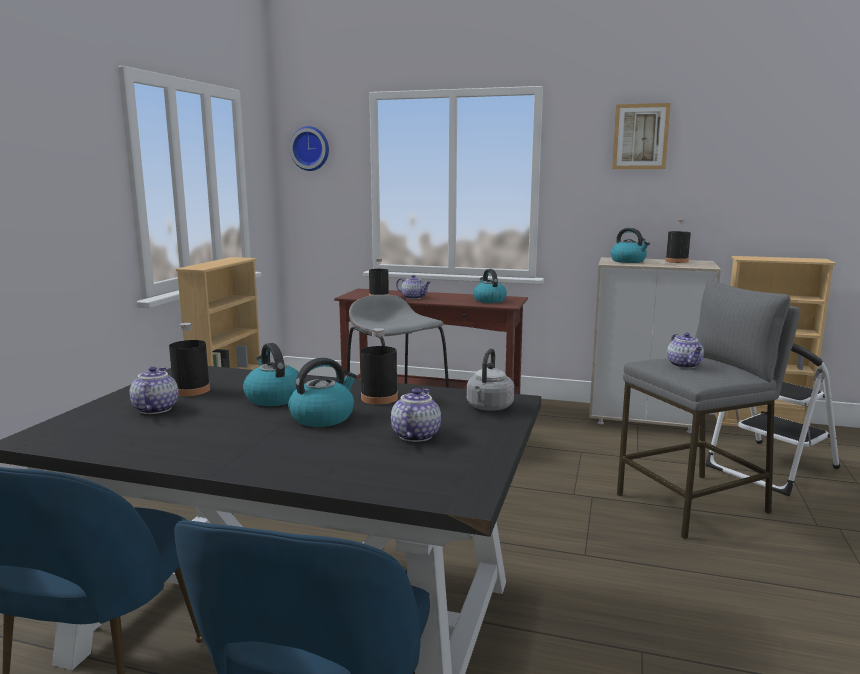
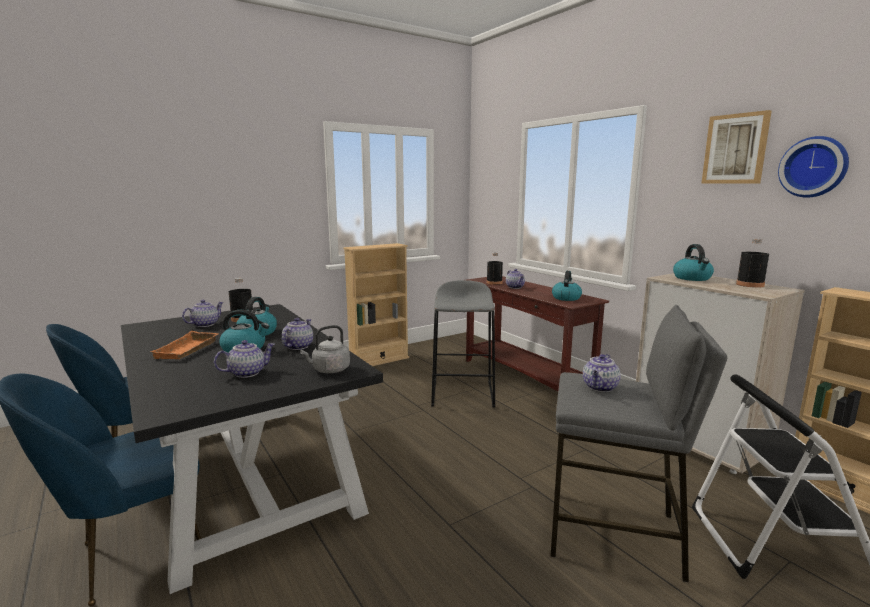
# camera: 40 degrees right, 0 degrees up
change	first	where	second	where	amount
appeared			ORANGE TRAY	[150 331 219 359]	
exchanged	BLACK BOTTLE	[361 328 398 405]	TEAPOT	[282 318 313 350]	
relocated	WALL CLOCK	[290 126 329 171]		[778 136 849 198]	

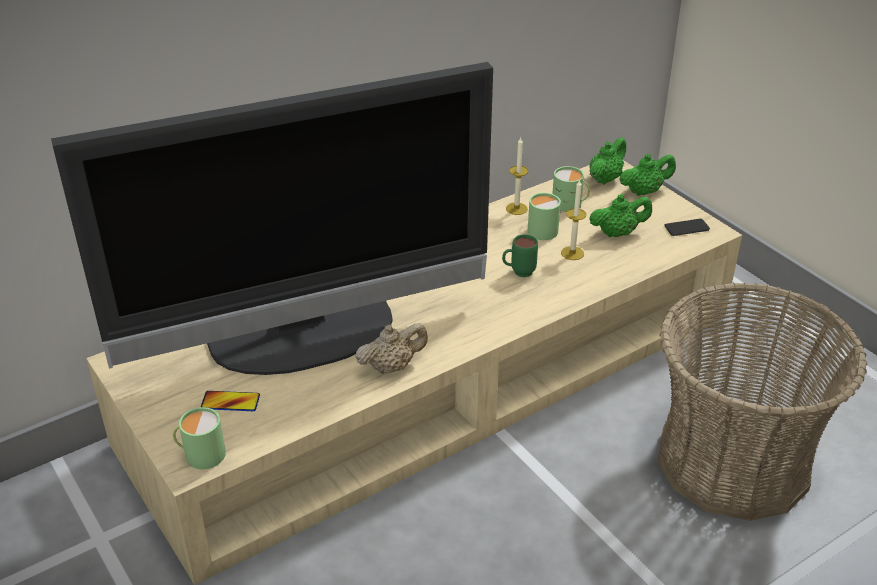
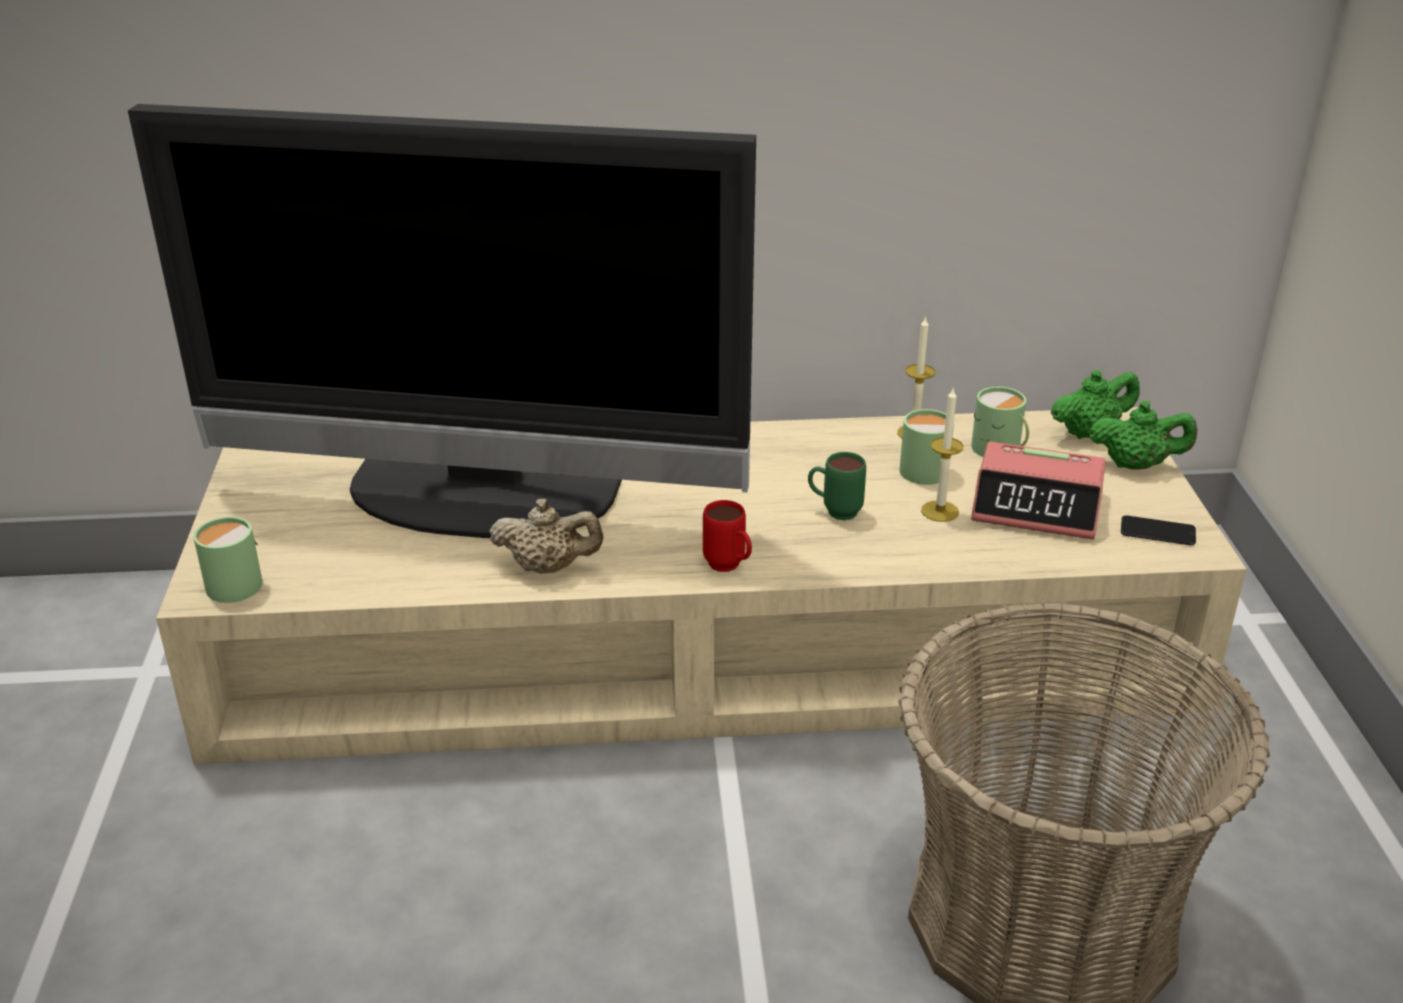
# camera: 30 degrees right, 5 degrees down
change	first	where	second	where	amount
appeared			RED MUG	[703 500 752 572]	
exchanged	GREEN TEAPOT	[589 194 652 237]	ALARM CLOCK	[971 442 1106 540]	
missing	PHONE	[201 391 260 411]			

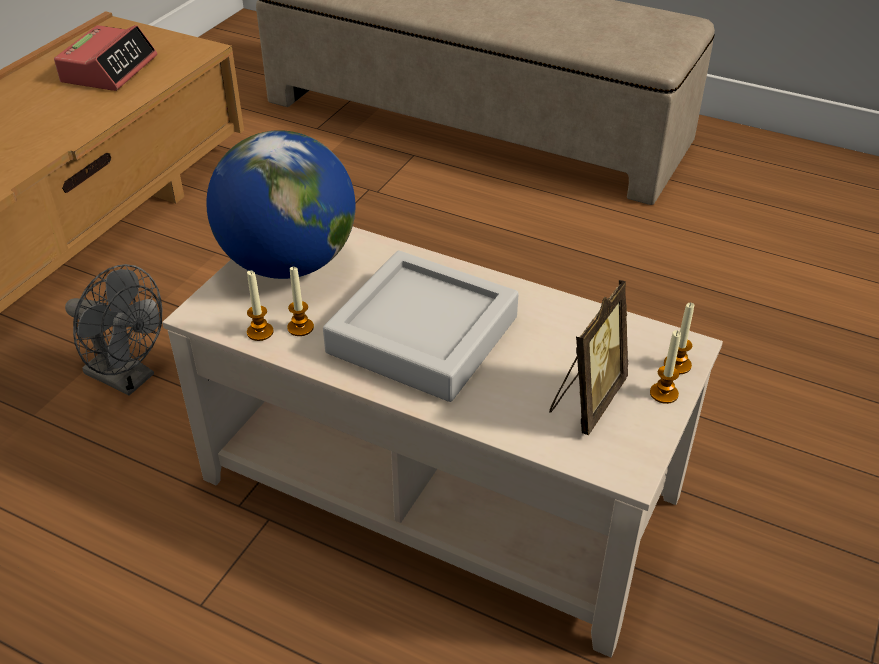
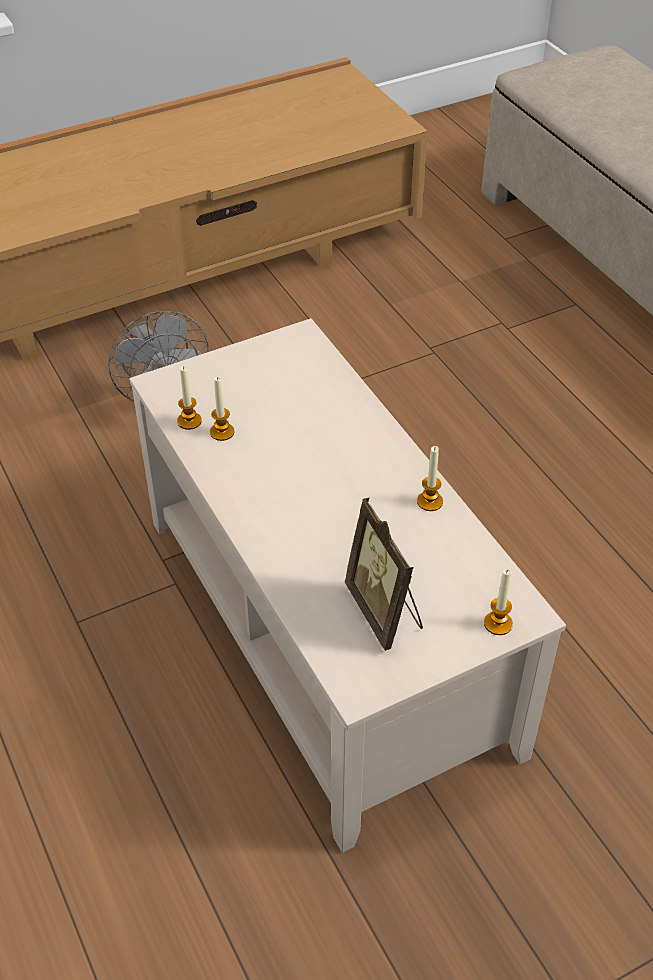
# camera: 35 degrees right, 5 degrees up
change	first	where	second	where	amount
spun	PICTURE FRAME	[549 280 628 435]		[344 498 423 651]	90 degrees clockwise
relocated	CANDLE	[650 330 681 404]		[417 446 443 511]	
missing	ALARM CLOCK	[54 25 157 91]			
missing	GLOBE	[206 130 355 279]			
missing	GREY TRAY	[323 250 519 402]			

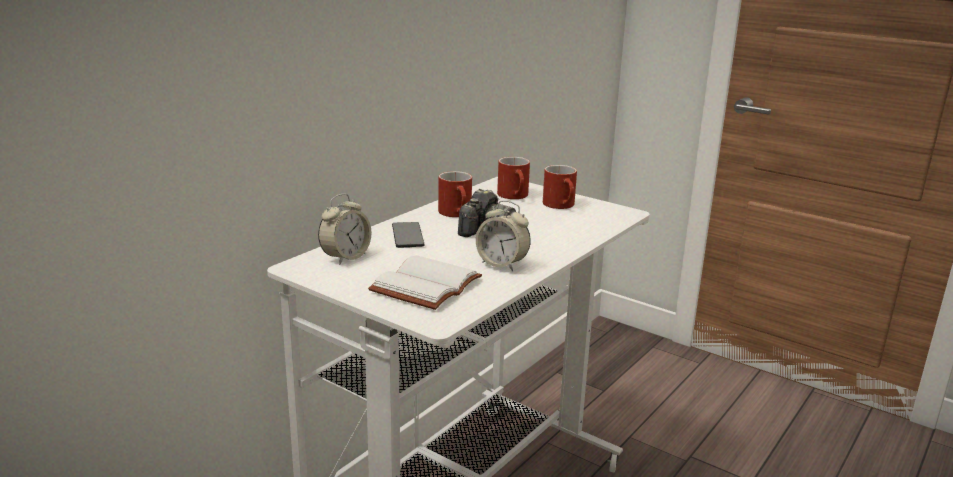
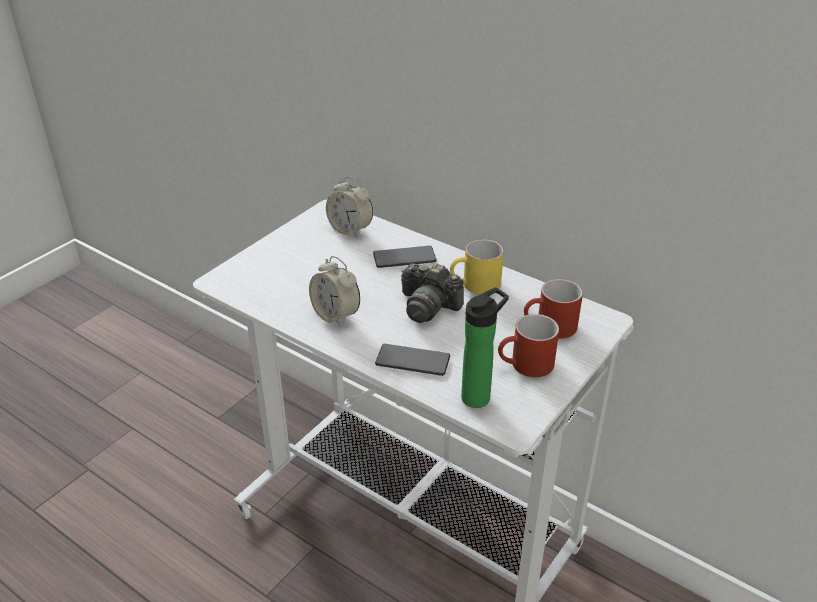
# camera: 90 degrees right, 15 degrees up
change	first	where	second	where	amount
spun	ALARM CLOCK	[476 200 531 271]		[309 256 360 327]	75 degrees counterclockwise
appeared			PHONE	[375 344 450 376]	
colour	RED MUG	[438 171 472 217]	YELLOW MUG	[450 239 504 295]	
appeared			BOTTLE	[461 287 509 408]	
missing	WHITE BOOK	[368 255 482 310]			

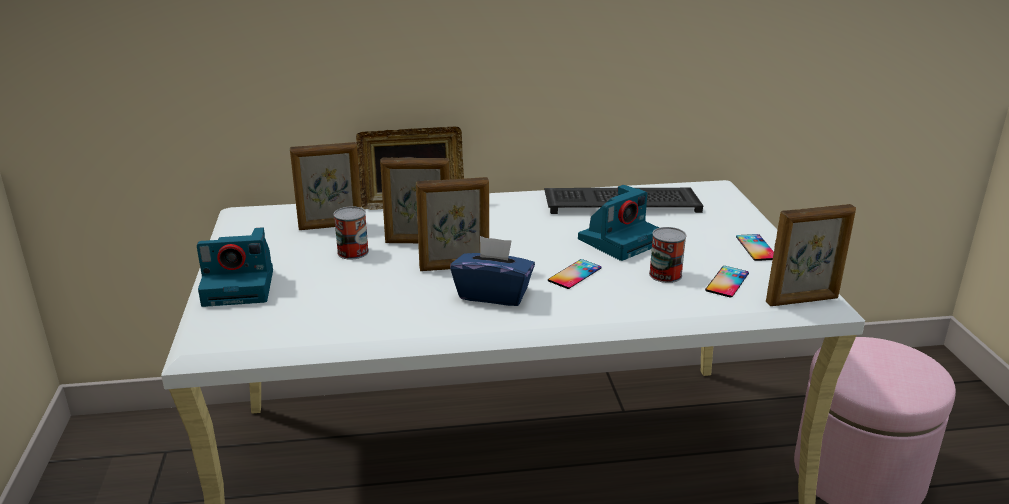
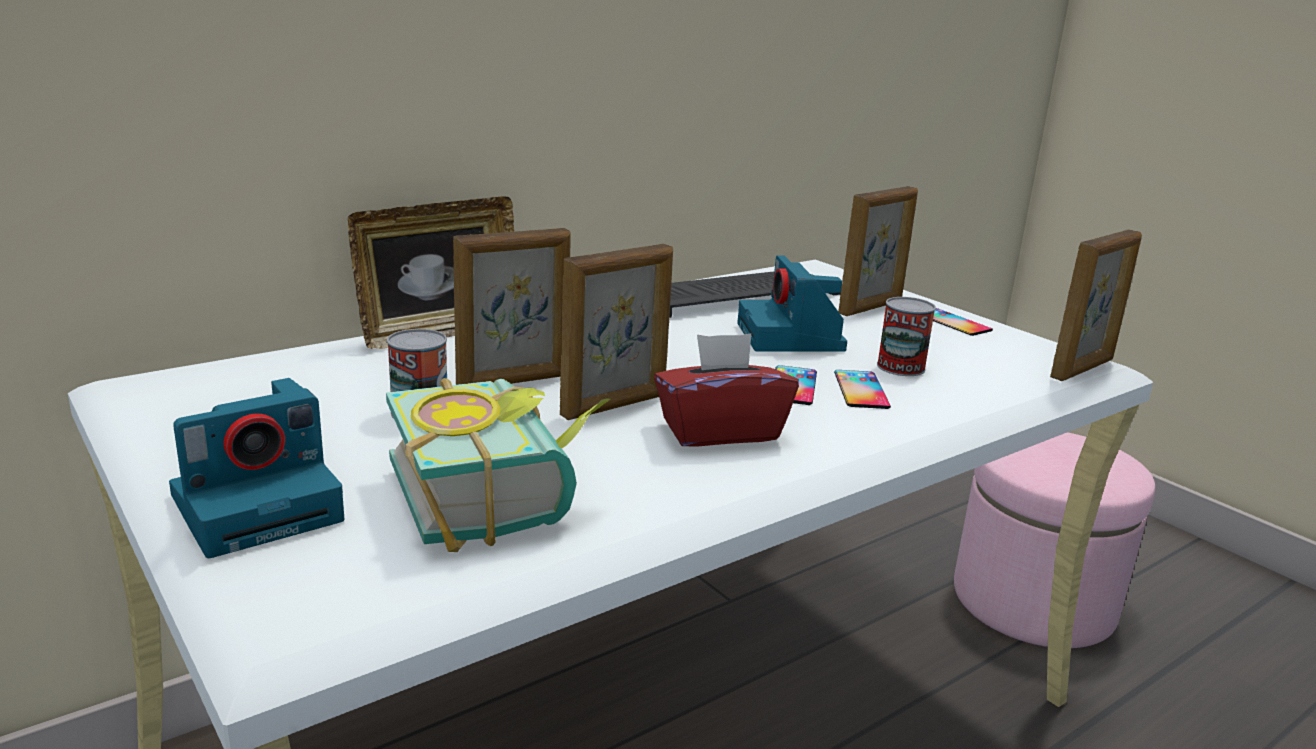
# camera: 30 degrees left, 5 degrees down
change	first	where	second	where	amount
appeared			BOOK	[386 378 610 552]	
colour	BLUE TISSUE BOX	[450 236 535 306]	RED TISSUE BOX	[654 333 799 446]	
spun	PHOTO CAMERA	[578 185 659 261]		[737 255 847 352]	150 degrees clockwise
relocated	PHONE	[705 266 749 298]		[834 370 891 409]	
relocated	PICTURE FRAME	[290 142 362 230]		[838 186 918 316]	

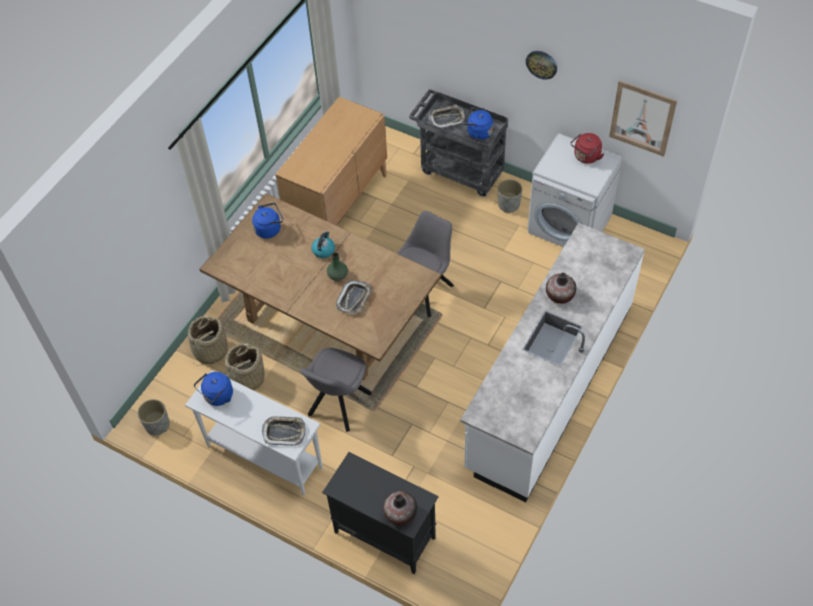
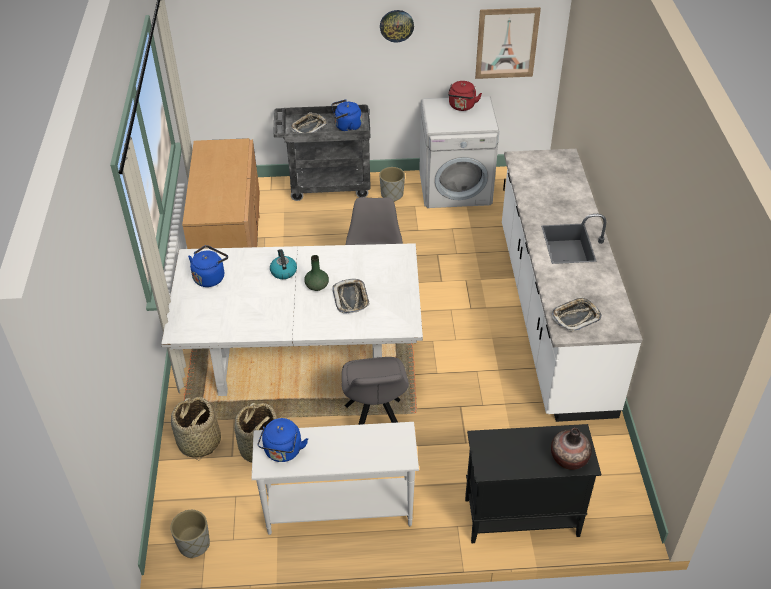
# camera: 35 degrees left, 10 degrees down
change	first	where	second	where	amount
colour	BROWN DINING TABLE	[199 193 441 380]	WHITE DINING TABLE	[161 243 423 396]	
relocated	TRAY	[262 416 306 446]		[552 297 602 332]	
missing	VASE	[546 273 576 304]			

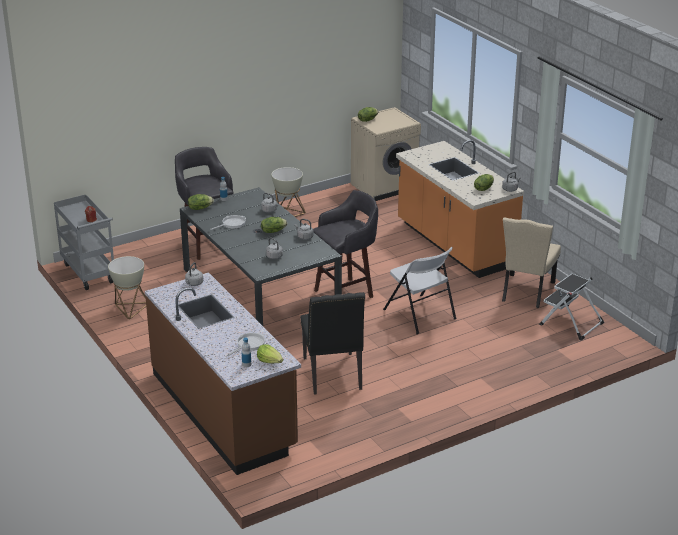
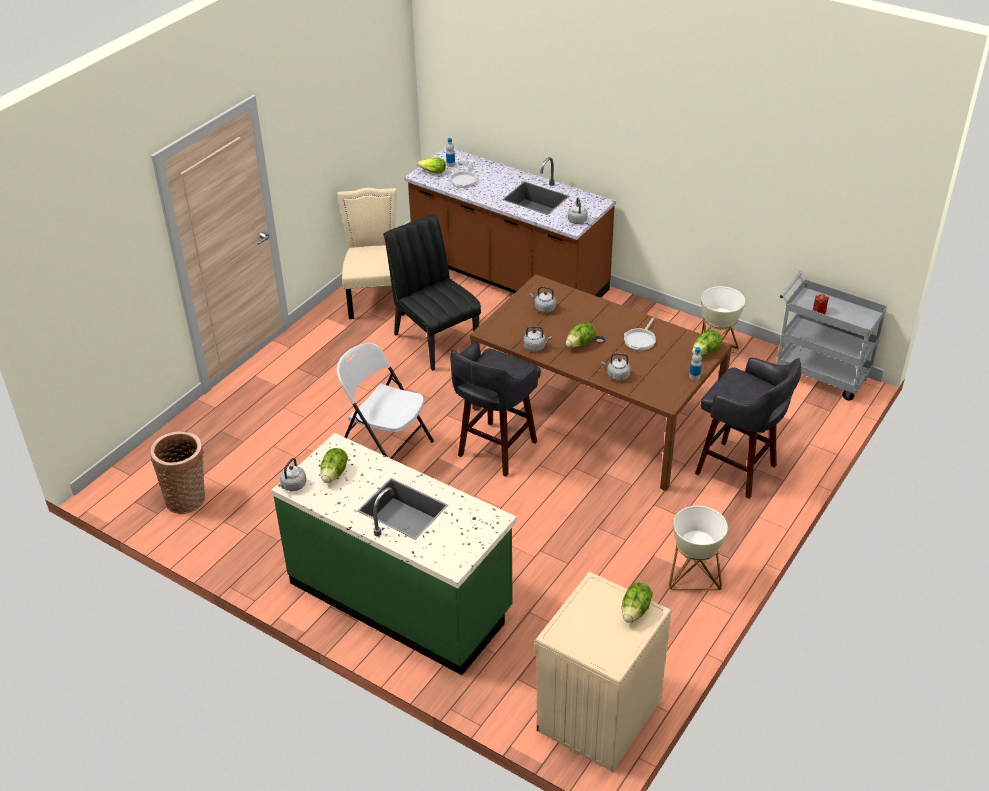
# camera: 155 degrees right, 10 degrees up
change	first	where	second	where	amount
exchanged	STEP LADDER	[539 274 605 341]	BASKET	[150 432 205 514]	
colour	ORANGE COUNTER	[396 140 524 278]	GREEN COUNTER	[271 433 517 675]	
relocated	BEIGE CHAIR	[502 218 561 308]		[337 188 405 319]	
colour	GREY DINING TABLE	[180 187 342 326]	BROWN DINING TABLE	[470 274 732 491]	

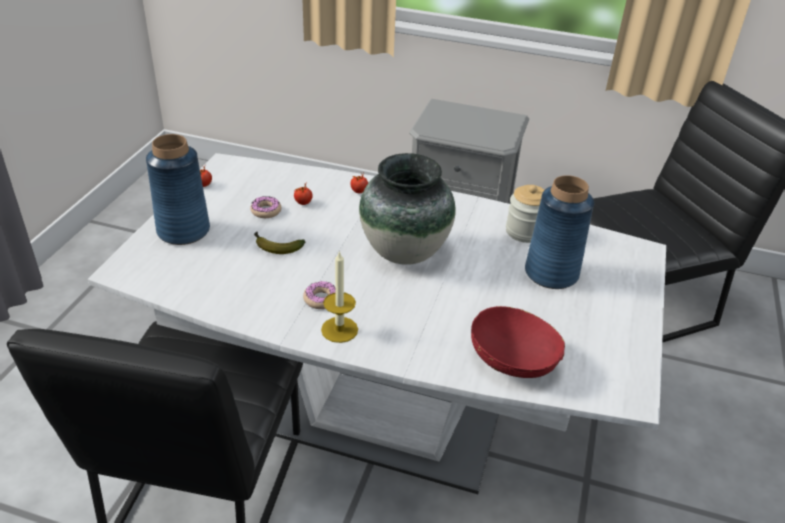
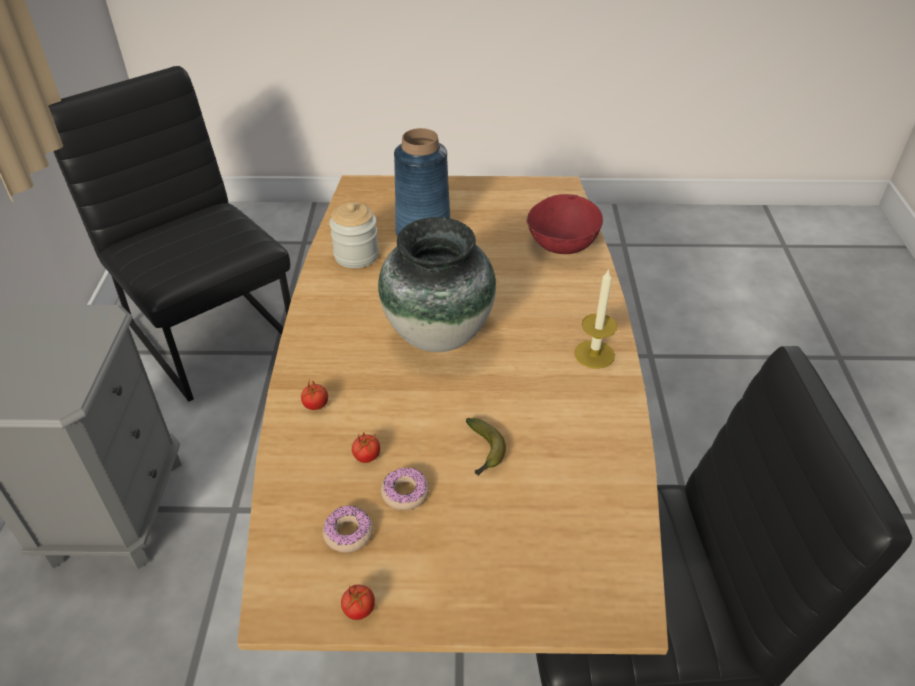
# camera: 105 degrees left, 5 degrees up
change	first	where	second	where	amount
colour	WHITE DINING TABLE	[88 153 666 494]	BROWN DINING TABLE	[237 175 668 655]	
relocated	DONUT	[303 281 335 309]		[323 505 373 553]	
missing	BLUE VASE	[146 134 210 245]			

